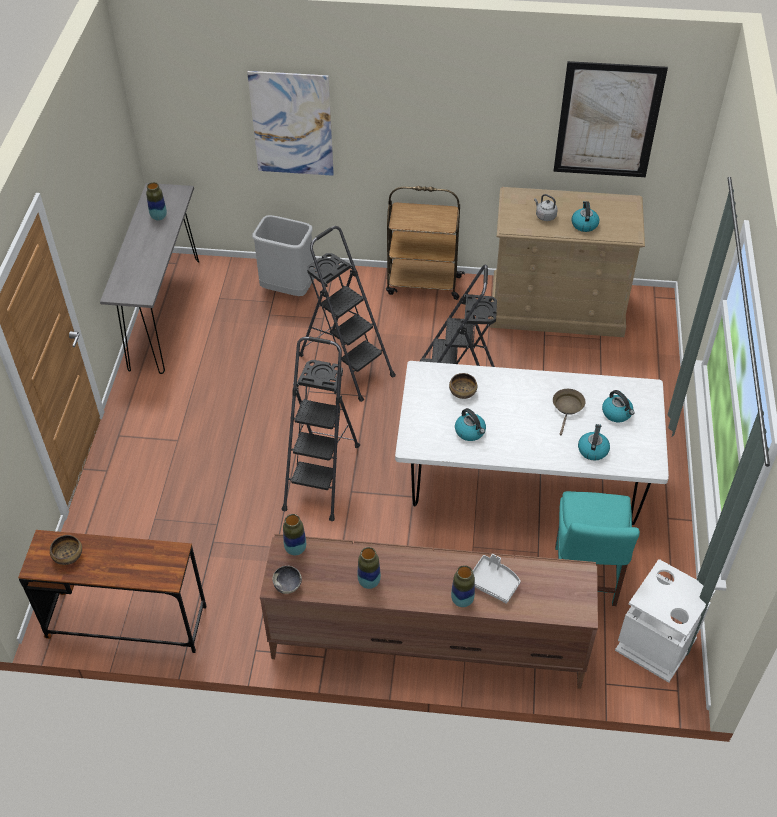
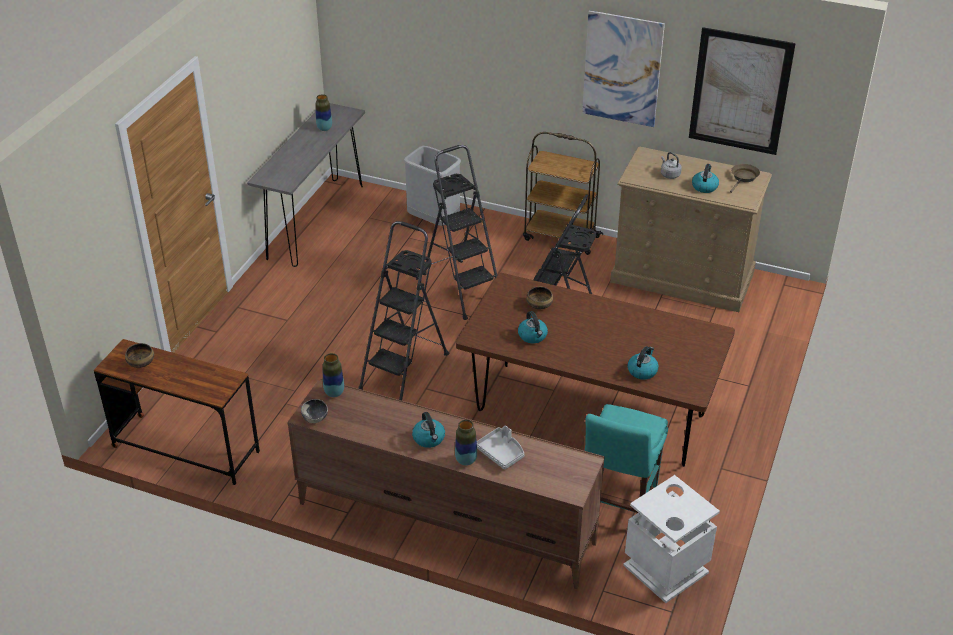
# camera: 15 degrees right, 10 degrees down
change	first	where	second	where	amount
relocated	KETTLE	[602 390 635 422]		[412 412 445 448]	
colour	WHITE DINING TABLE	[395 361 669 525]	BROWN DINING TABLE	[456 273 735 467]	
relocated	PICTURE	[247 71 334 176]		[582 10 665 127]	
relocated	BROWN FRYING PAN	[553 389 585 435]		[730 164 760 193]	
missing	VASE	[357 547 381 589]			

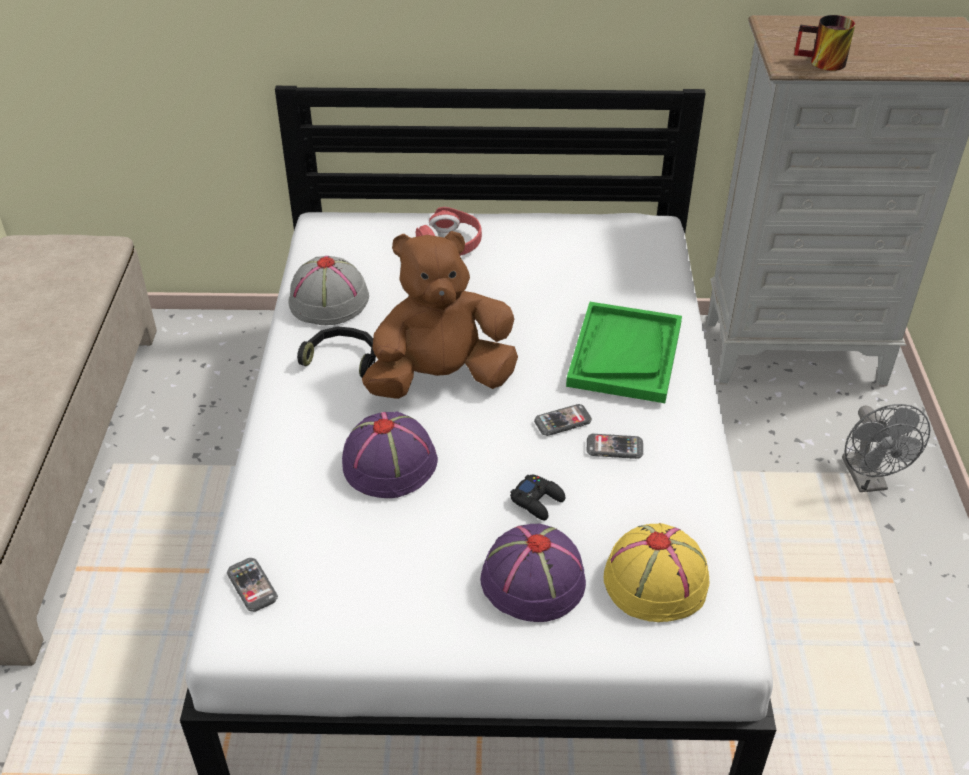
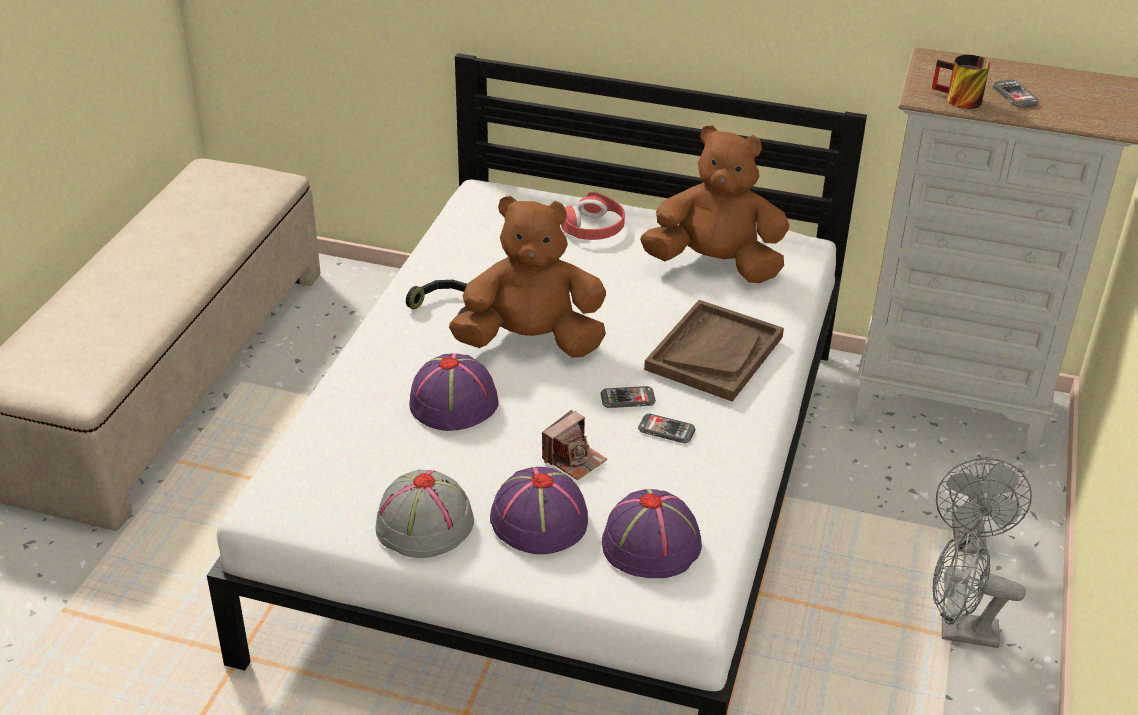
# camera: 15 degrees right, 5 degrees down
change	first	where	second	where	amount
relocated	GREY HAT	[288 256 369 325]		[376 469 474 558]	
exchanged	BLACK GAME CONTROLLER	[510 474 565 521]	PHOTO CAMERA	[542 410 607 480]	
colour	YELLOW HAT	[604 523 709 622]	PURPLE HAT	[602 489 702 578]	
appeared			BROWN PLUSH TOY	[640 125 789 283]	
colour	GREEN TRAY	[566 302 682 403]	BROWN TRAY	[644 300 784 402]	
appeared			GREY FAN	[933 528 1026 648]	
relocated	PHONE	[227 558 278 612]		[993 80 1039 108]	

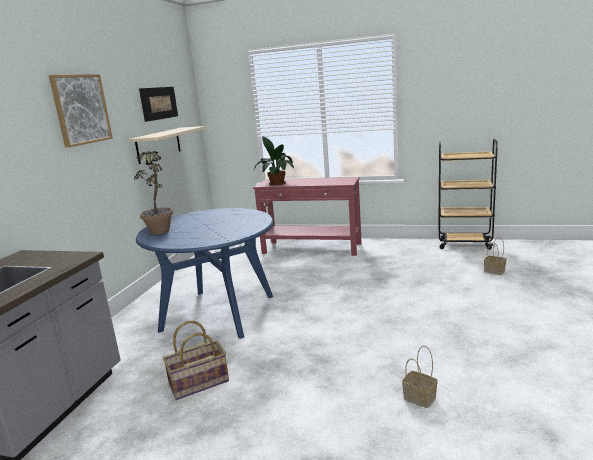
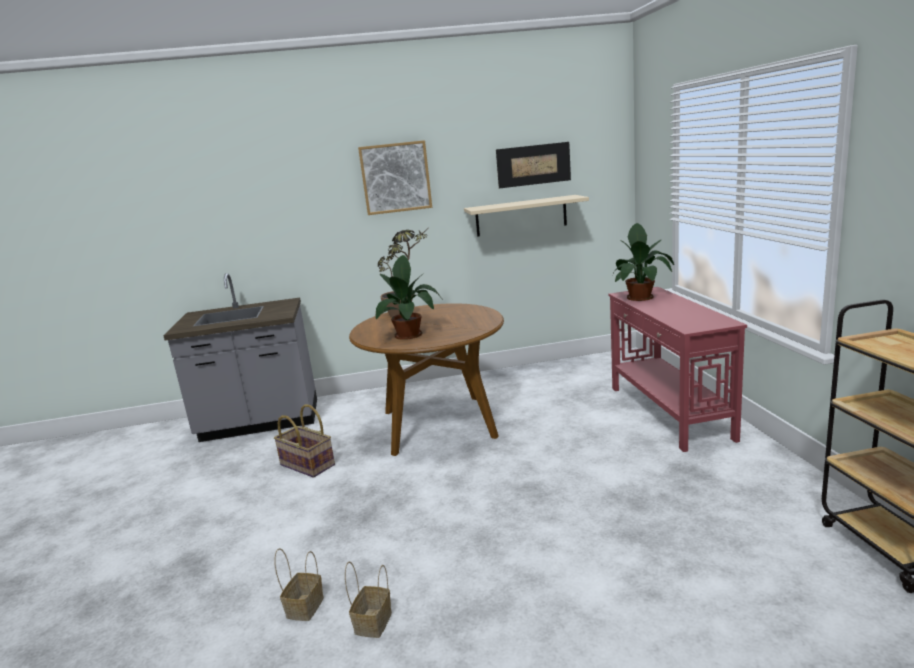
# camera: 65 degrees right, 0 degrees up
change	first	where	second	where	amount
relocated	BASKET	[484 237 506 275]		[345 561 392 638]	
colour	BLUE DINING TABLE	[136 208 273 339]	BROWN DINING TABLE	[349 303 504 456]	
appeared			POTTED PLANT	[376 255 443 340]	

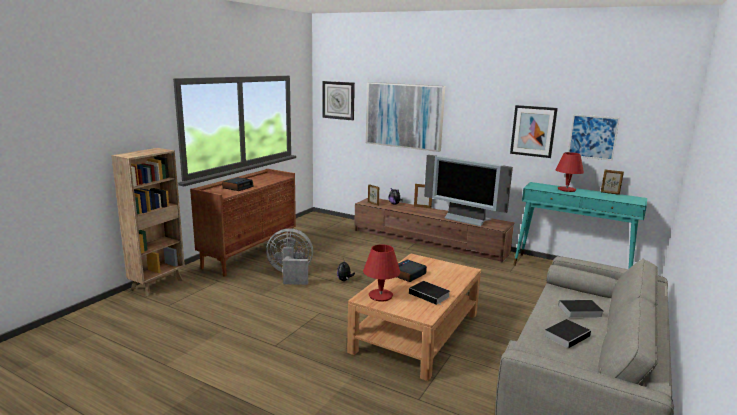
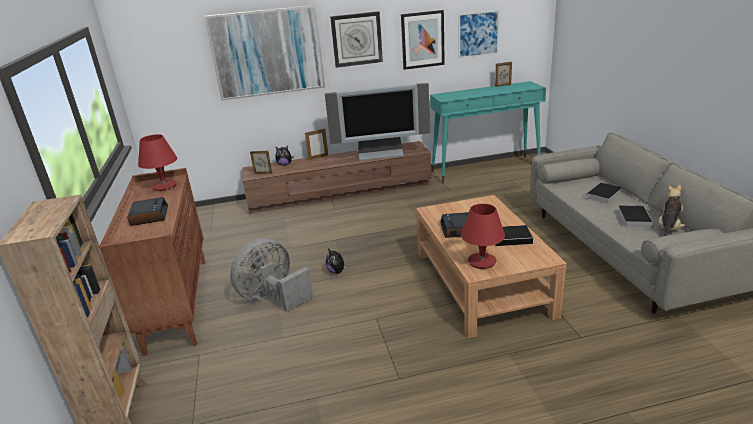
# camera: 40 degrees left, 10 degrees up
change	first	where	second	where	amount
relocated	RED TABLE LAMP	[555 152 584 192]		[138 134 177 191]	
relocated	WALL CLOCK	[322 81 355 121]		[330 11 383 68]	
appeared			PLUSH TOY	[659 185 685 236]	

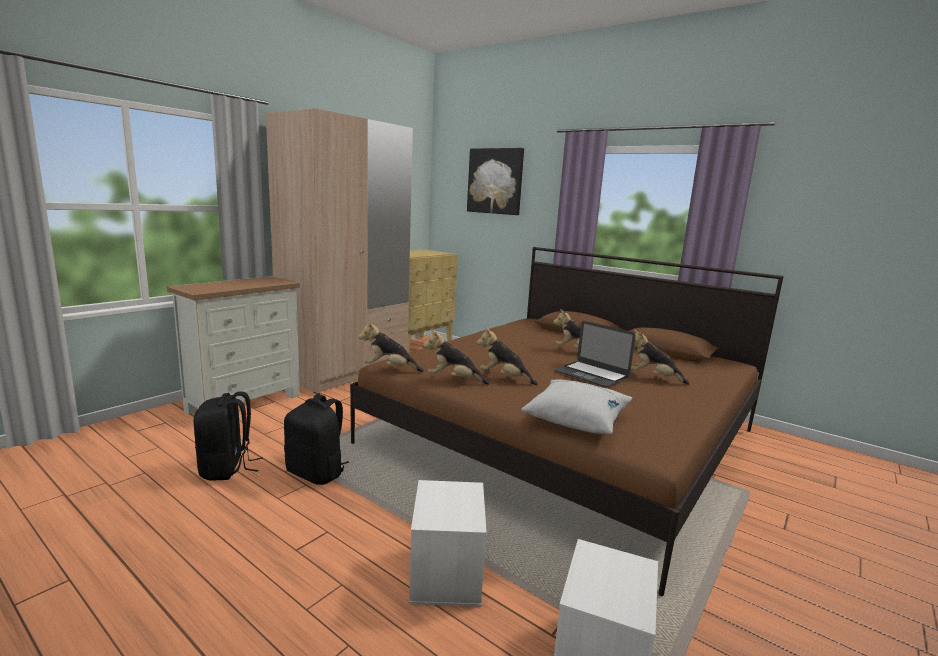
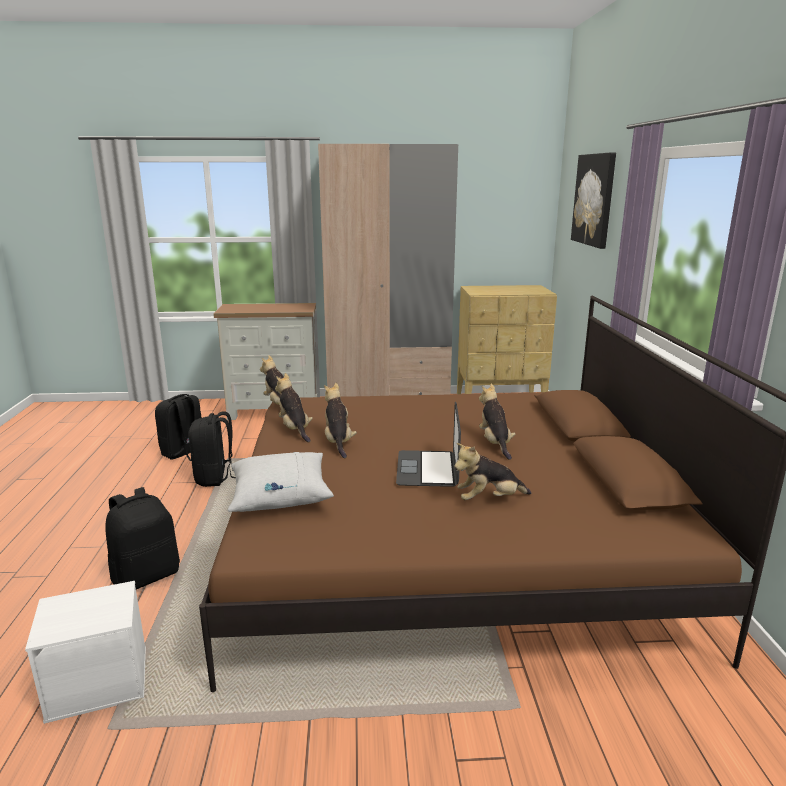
# camera: 50 degrees right, 5 degrees up
change	first	where	second	where	amount
exchanged	WHITE STORAGE BOX	[409 480 487 607]	BLACK BACKPACK	[105 487 180 589]	
spun	PLUSH TOY	[631 329 689 385]		[454 443 532 500]	90 degrees counterclockwise

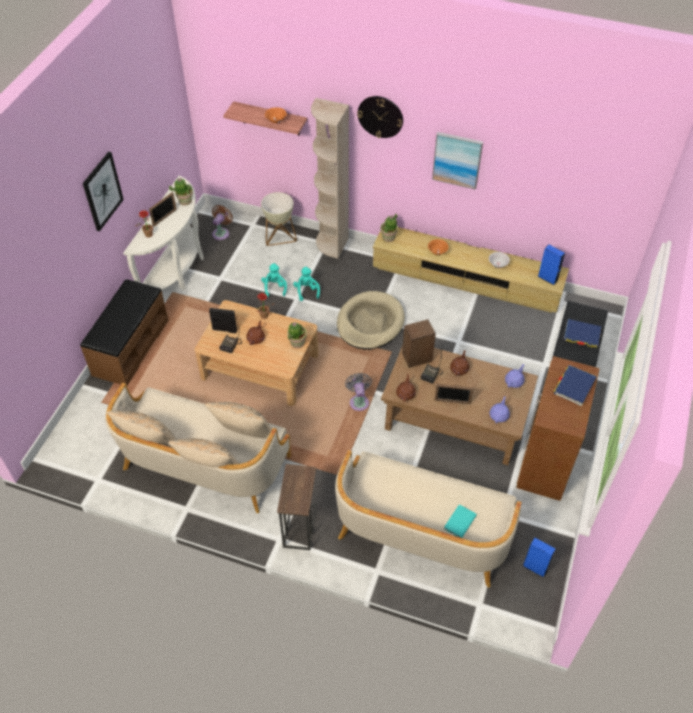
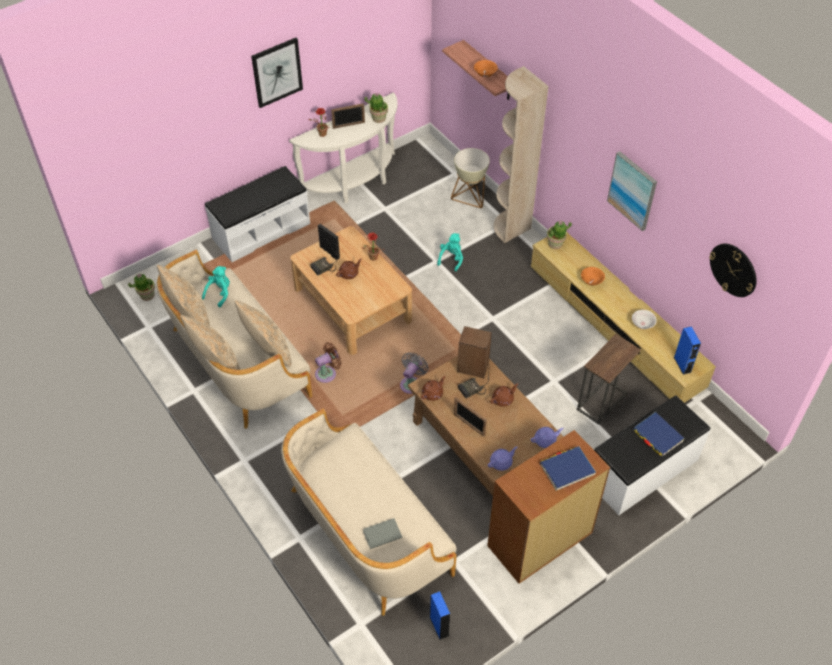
# camera: 35 degrees right, 0 degrees up
change	first	where	second	where	amount
relocated	POTTED PLANT	[287 322 307 348]		[128 273 155 301]	
relocated	TURQUOISE PLUSH TOY	[261 263 287 297]		[202 266 230 307]	
colour	BROWN BENCH	[80 279 169 386]	WHITE BENCH	[205 166 310 262]	
relocated	BROWN FAN	[212 205 233 240]		[315 342 342 383]	
colour	TURQUOISE BOOK	[444 504 477 538]	GREY BOOK	[363 518 402 549]	
relocated	BROWN SIDE TABLE	[277 464 317 550]		[576 334 641 425]	
relocated	WALL CLOCK	[357 96 403 138]		[709 243 757 297]	
missing	BEIGE DOG BED	[337 291 405 350]			

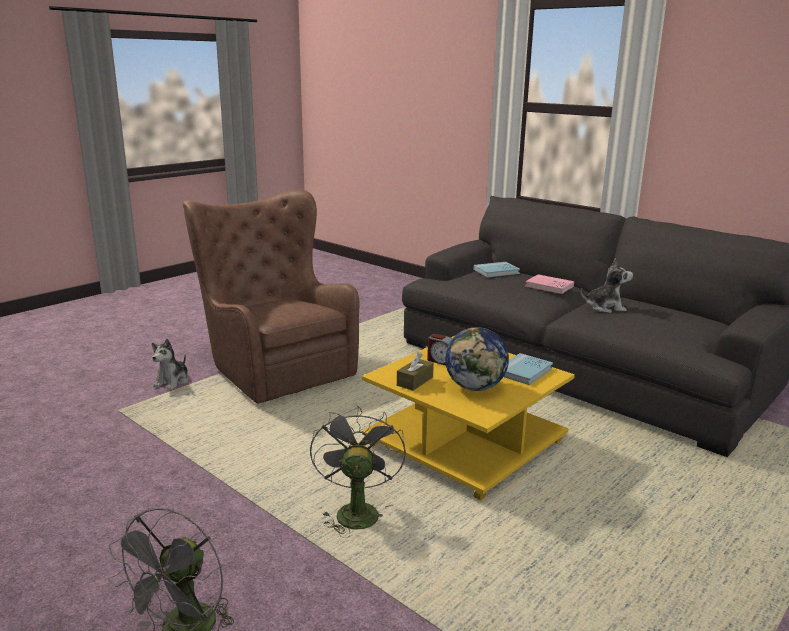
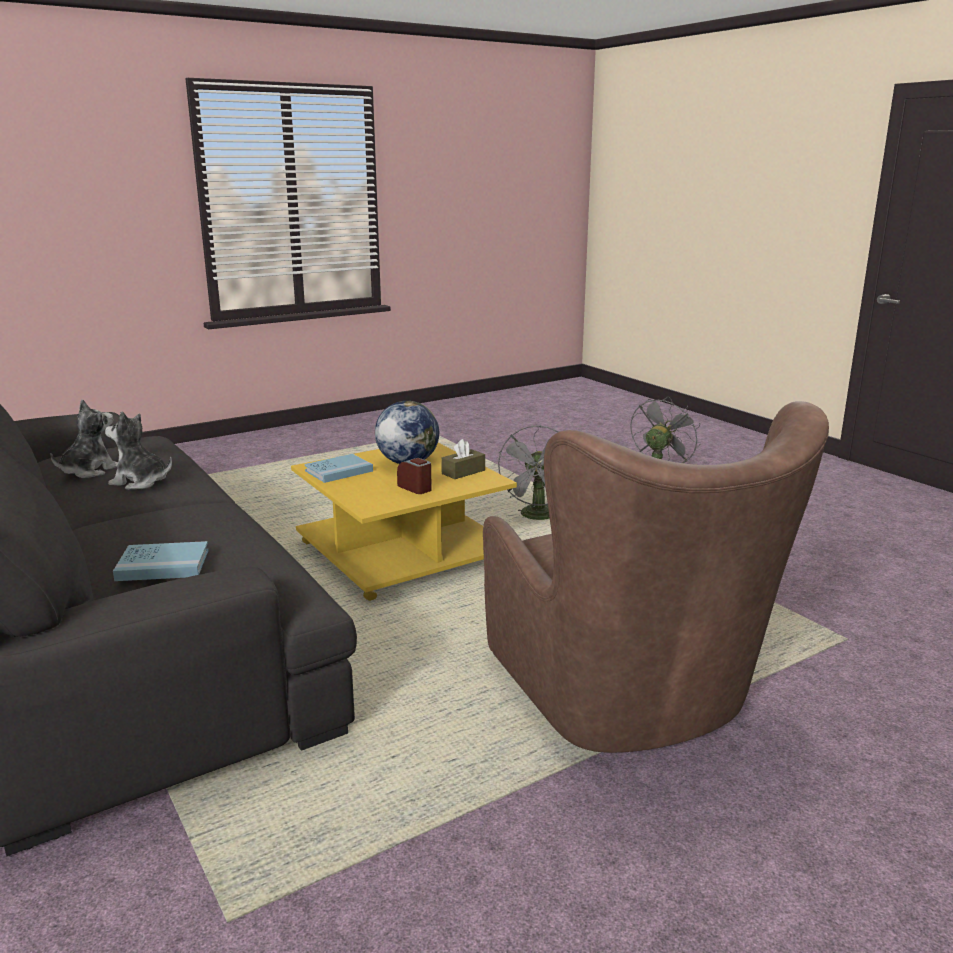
# camera: 165 degrees left, 0 degrees up
change	first	where	second	where	amount
relocated	PLUSH TOY	[152 339 189 390]		[50 399 118 478]	
missing	PINK BOOK	[525 274 574 294]			

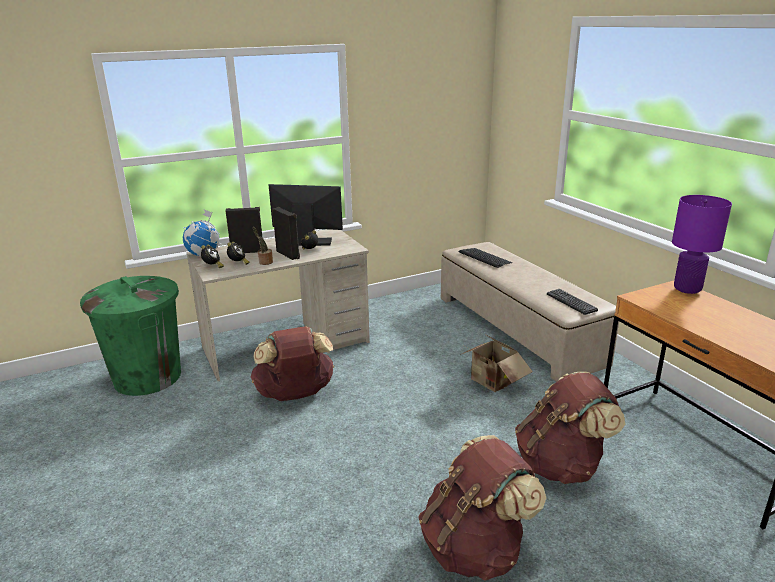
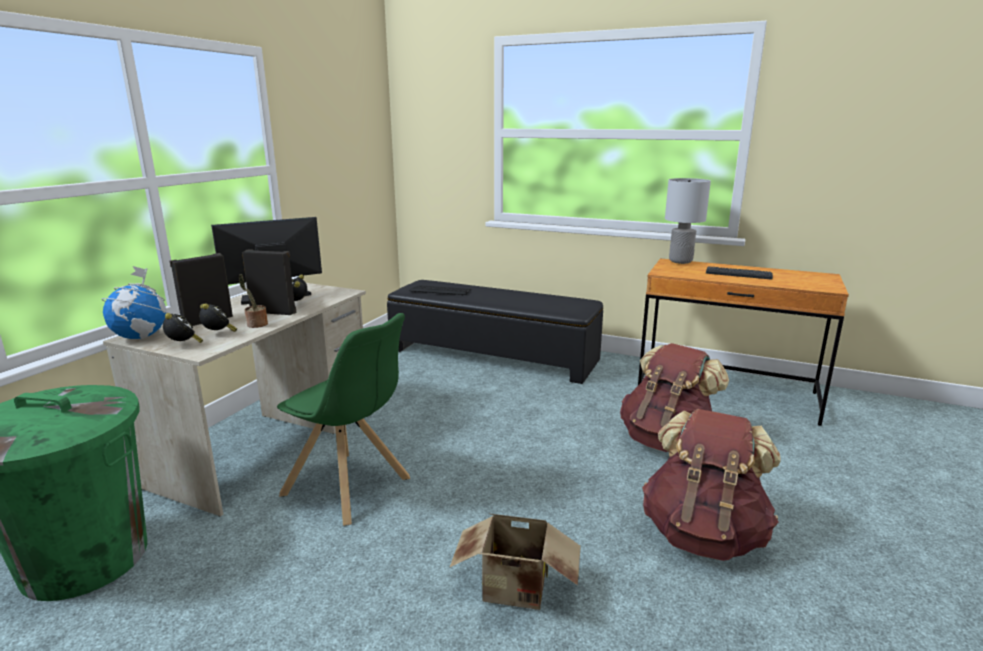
# camera: 40 degrees left, 5 degrees down
change	first	where	second	where	amount
exchanged	BROWN BACKPACK	[251 326 334 401]	GREEN CHAIR	[277 313 410 526]	
colour	BEIGE BENCH	[441 242 619 382]	BLACK BENCH	[387 280 603 384]	
relocated	CARDBOARD BOX	[460 335 533 392]		[449 514 581 610]	
colour	PURPLE TABLE LAMP	[672 195 732 294]	GREY TABLE LAMP	[665 178 711 264]	
relocated	KEYBOARD	[547 289 598 315]		[706 266 773 280]	

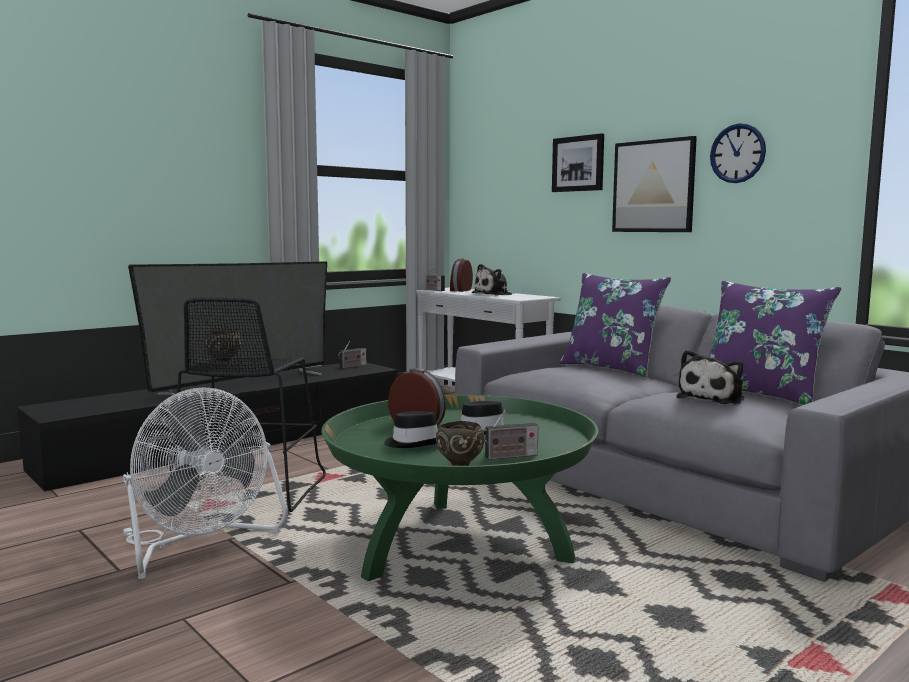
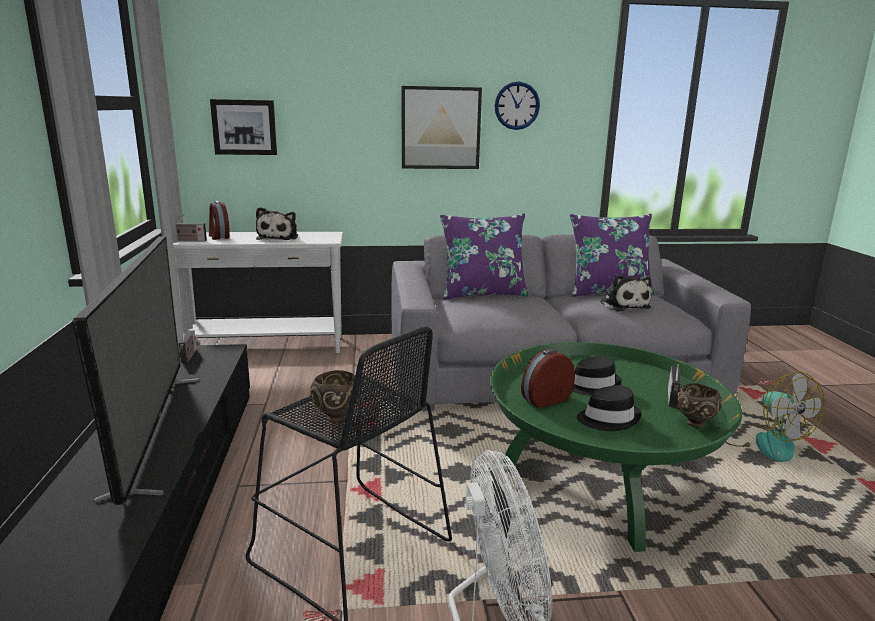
# camera: 55 degrees left, 10 degrees up
change	first	where	second	where	amount
relocated	PICTURE	[552 133 604 192]		[210 99 277 155]	
appeared			FAN	[725 371 825 462]	

